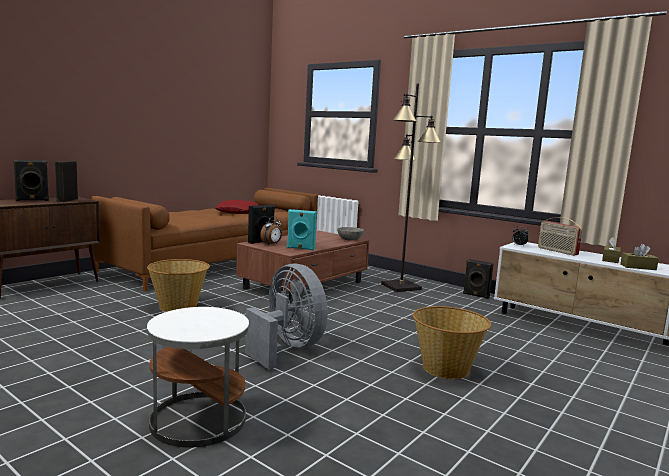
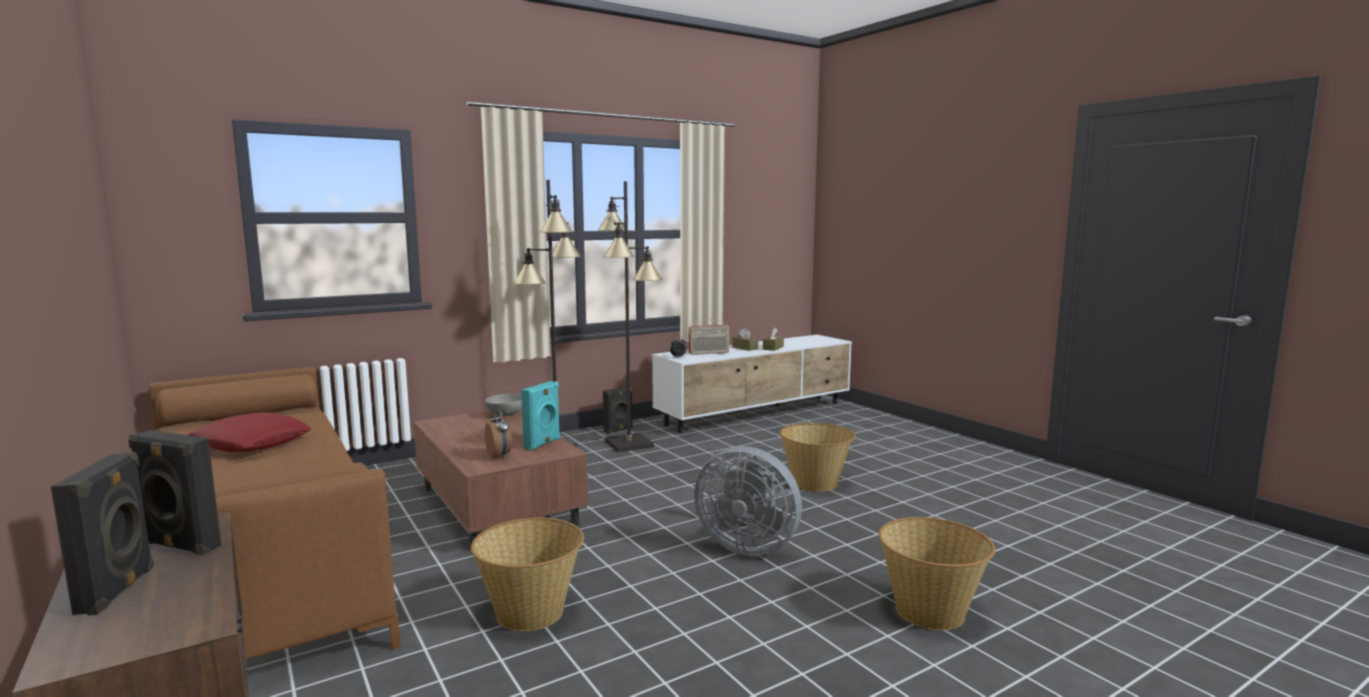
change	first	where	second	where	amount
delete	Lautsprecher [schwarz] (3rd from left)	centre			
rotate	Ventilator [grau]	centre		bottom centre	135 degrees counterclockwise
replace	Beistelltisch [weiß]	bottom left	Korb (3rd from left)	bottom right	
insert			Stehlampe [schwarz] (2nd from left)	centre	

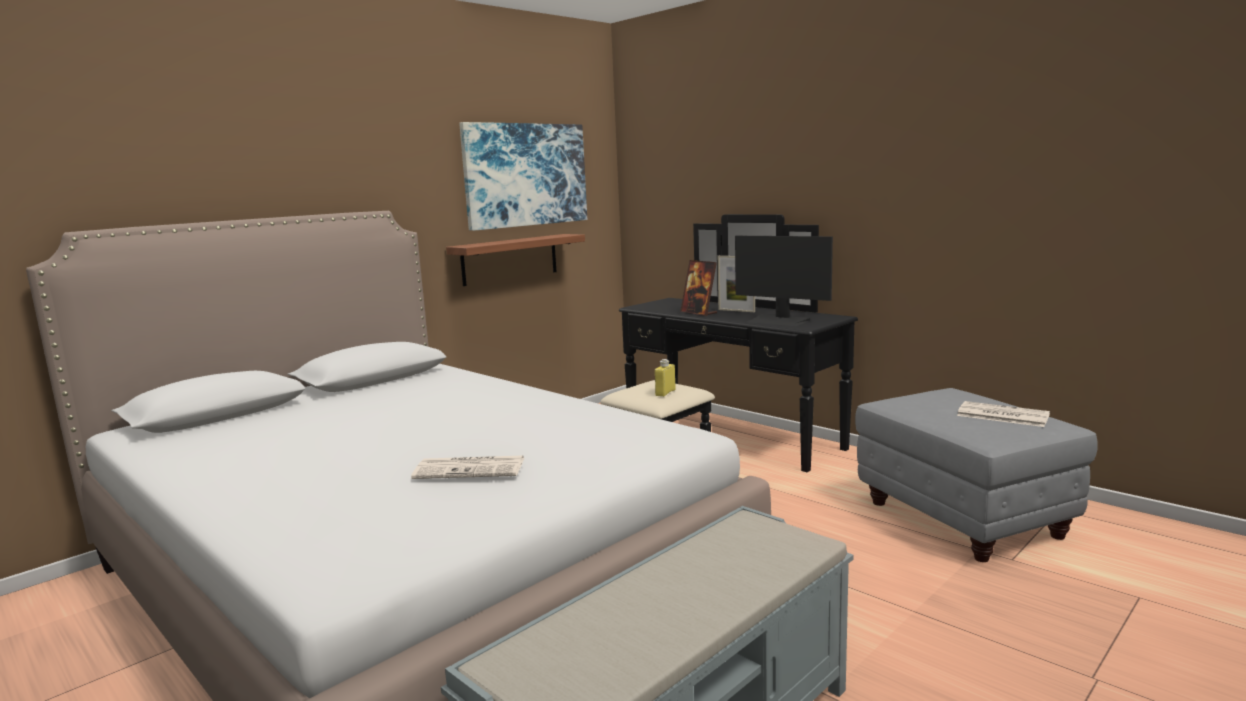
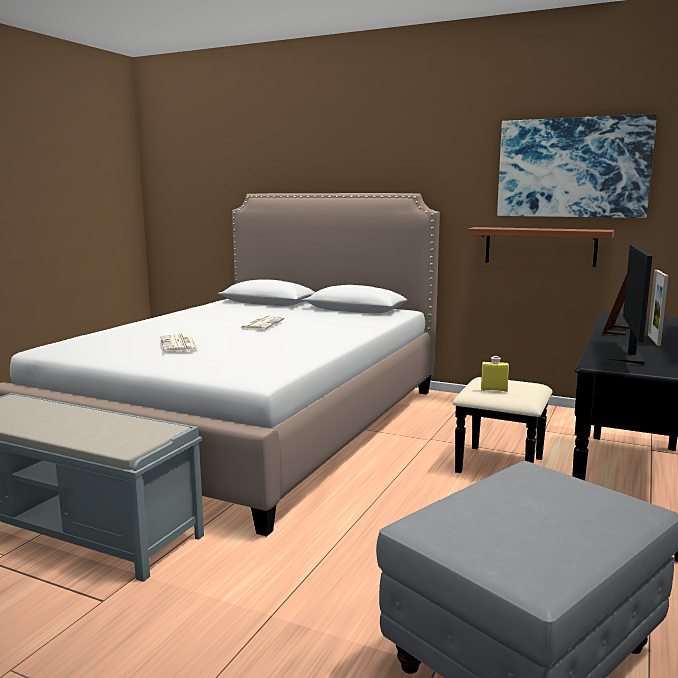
change	first	where	second	where	amount
move	Zeitung (2nd from left)	middle right		centre	

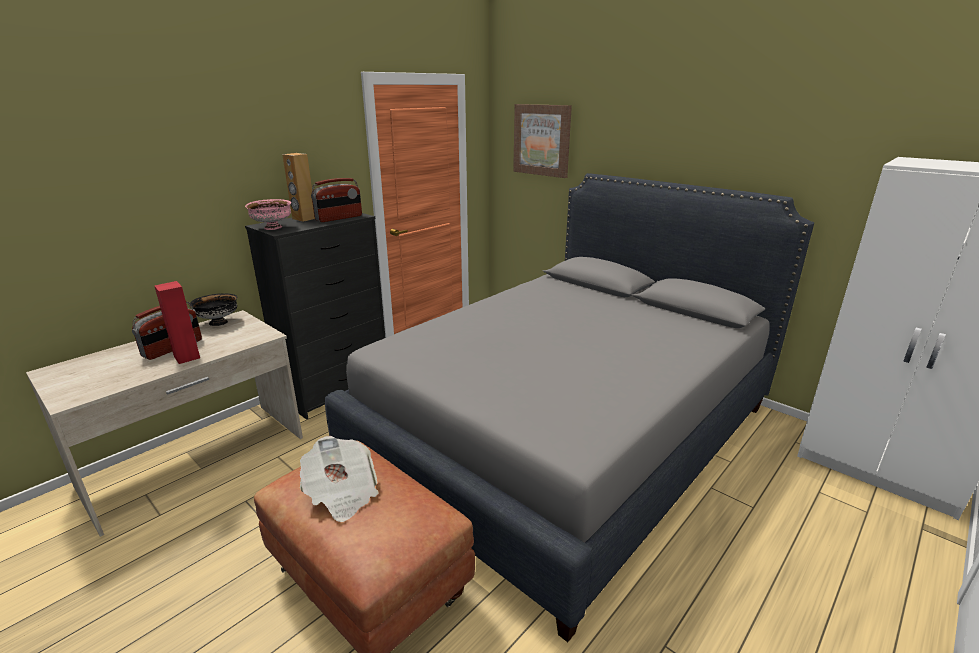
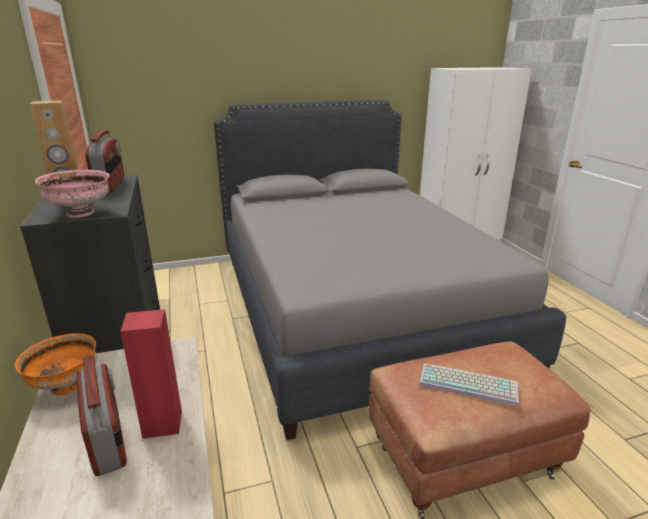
change	first	where	second	where	amount
delete	Bild	top centre			
recolor	Schüssel [schwarz]	middle left	Schüssel [orange]	bottom left	
replace	Zeitung	bottom centre	Tastatur	bottom right	

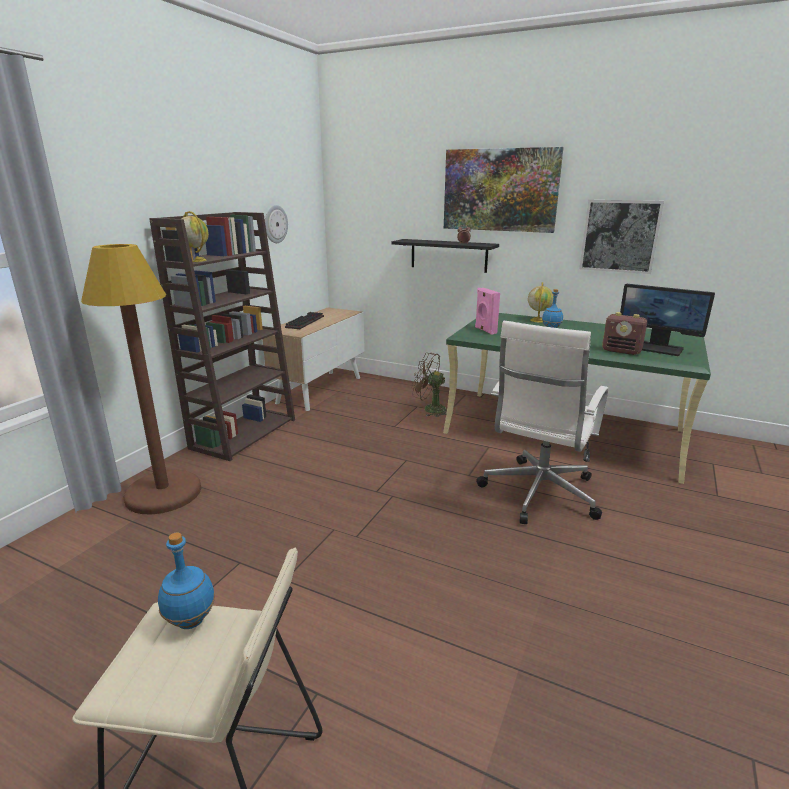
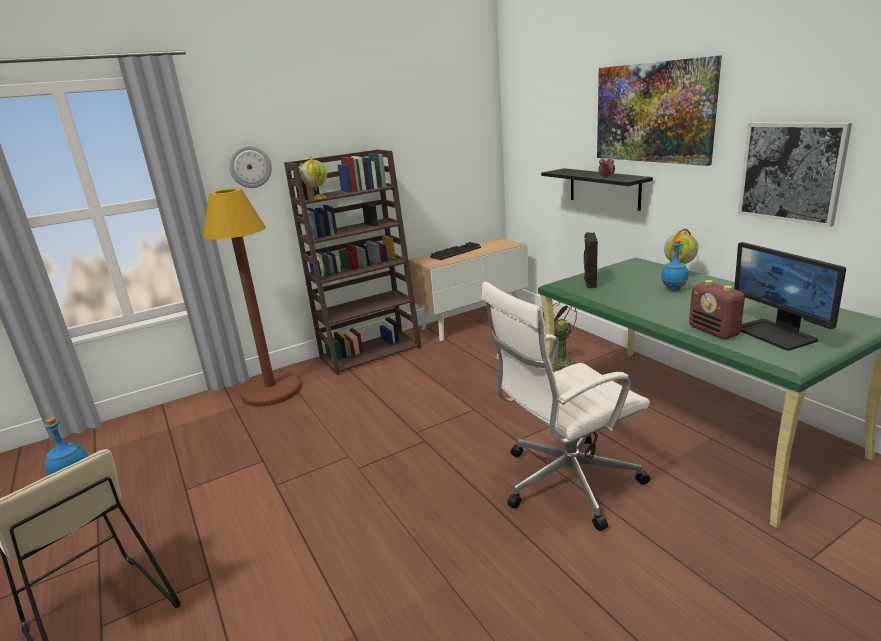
change	first	where	second	where	amount
move	Wanduhr	top centre		top left	
recolor	Lautsprecher [rosa]	centre	Lautsprecher [schwarz]	middle right	

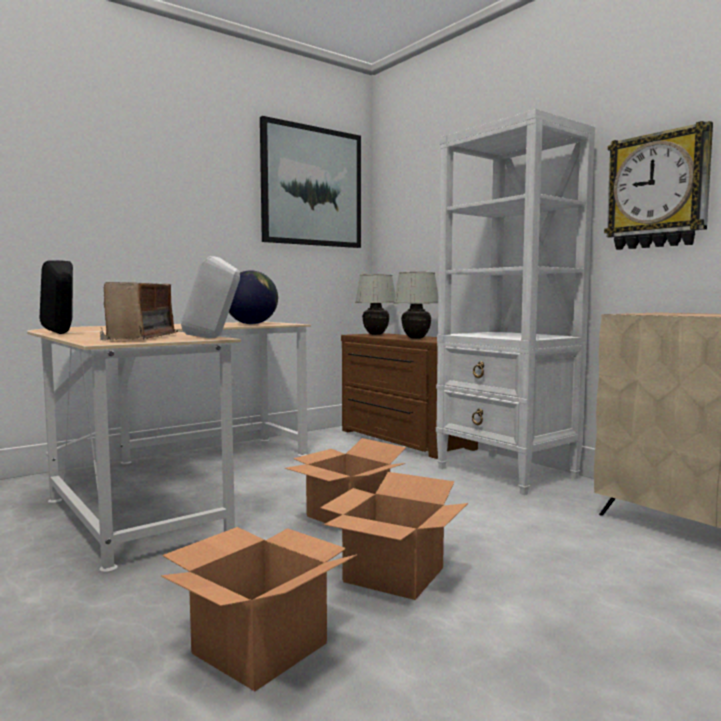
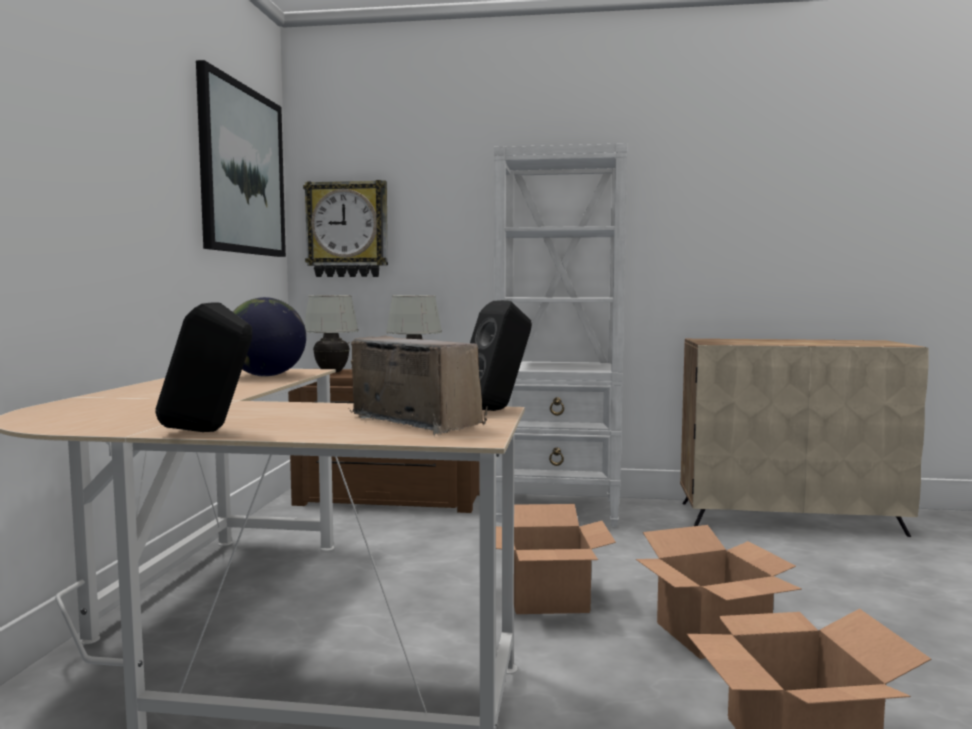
change	first	where	second	where	amount
move	Wanduhr	top right		top centre	
recolor	Lautsprecher [weiß]	middle left	Lautsprecher [schwarz] (2nd from left)	centre	

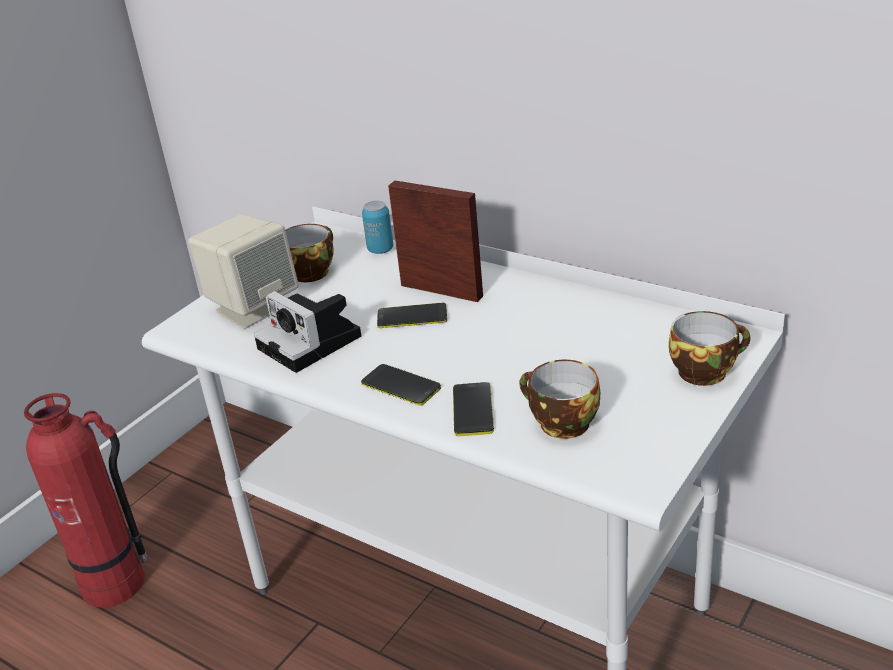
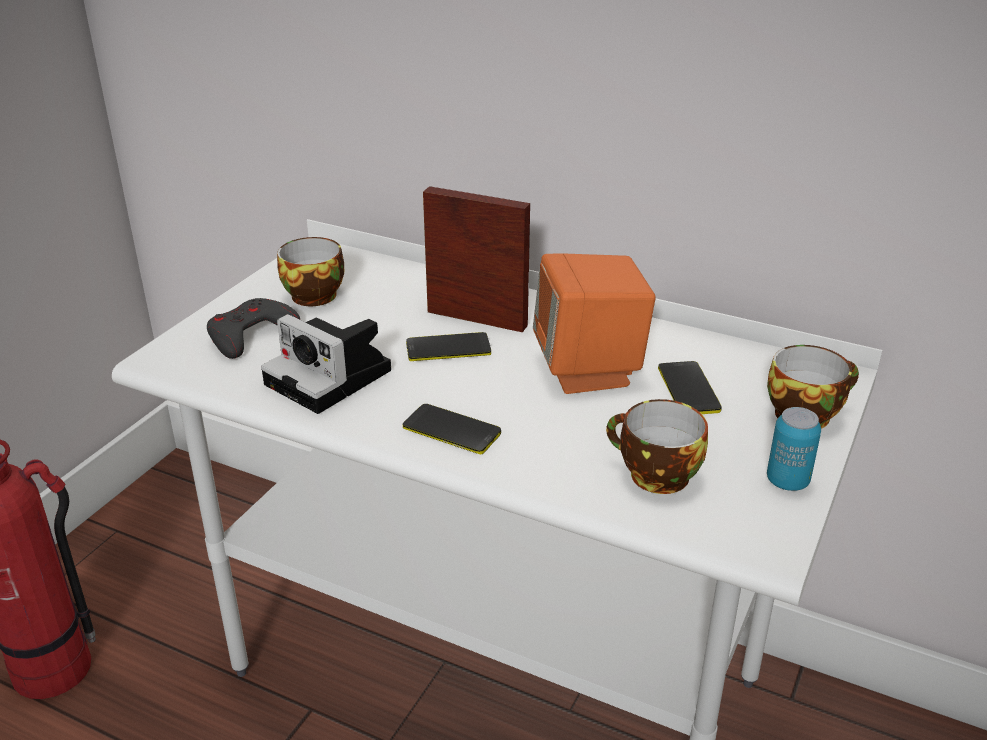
change	first	where	second	where	amount
move	Dose	centre		middle right	
replace	Lautsprecher [beige]	middle left	Gamepad [grau]	middle left	
move	Handy (3rd from left)	centre		middle right	
insert			Lautsprecher [orange]	centre	

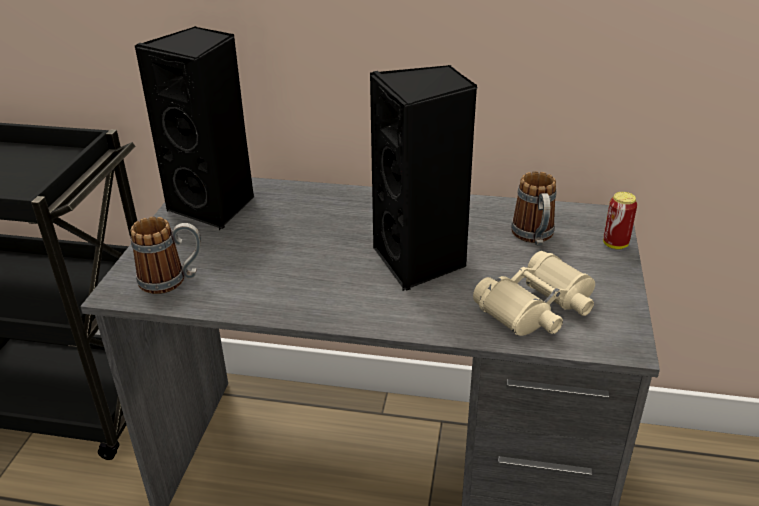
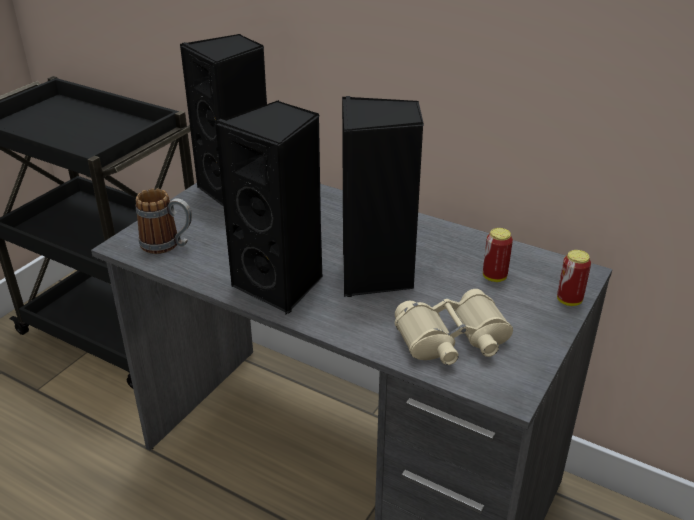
change	first	where	second	where	amount
replace	Henkelbecher (2nd from left)	middle right	Dose (1st from left)	middle right	
insert			Lautsprecher [schwarz] (2nd from left)	centre	

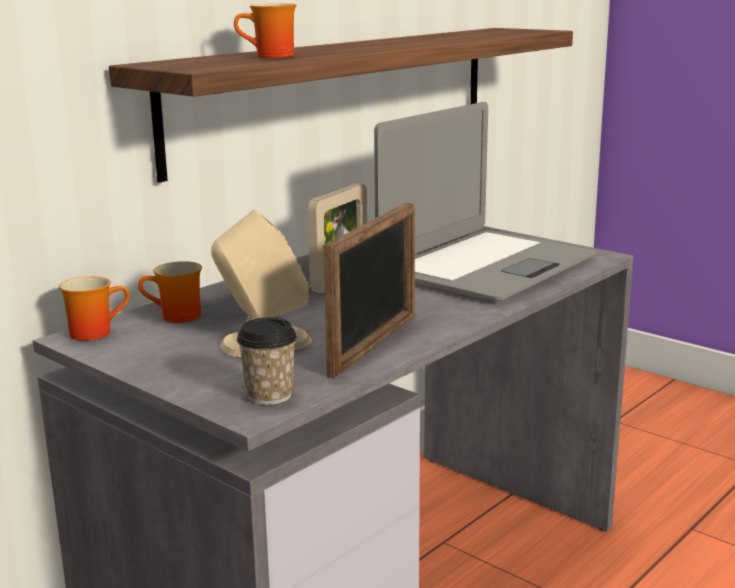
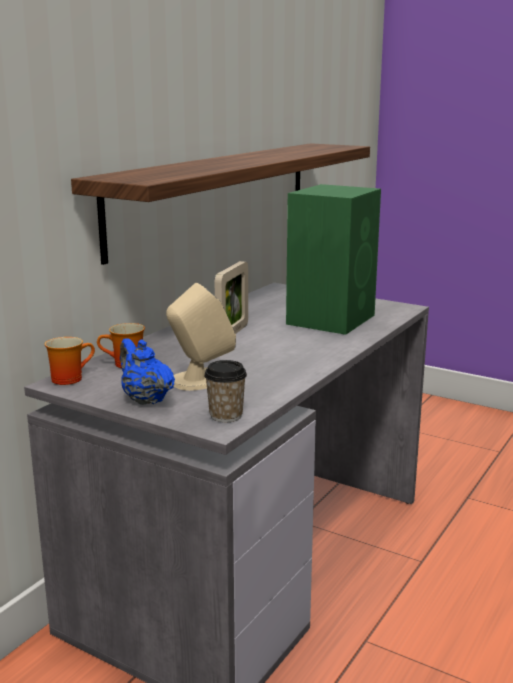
change	first	where	second	where	amount
delete	Henkelbecher (3rd from left)	top centre			
replace	Laptop	centre	Lautsprecher [grün]	centre	
delete	Bilderrahmen (2nd from left)	centre			
insert			Teekanne [blau]	middle left	

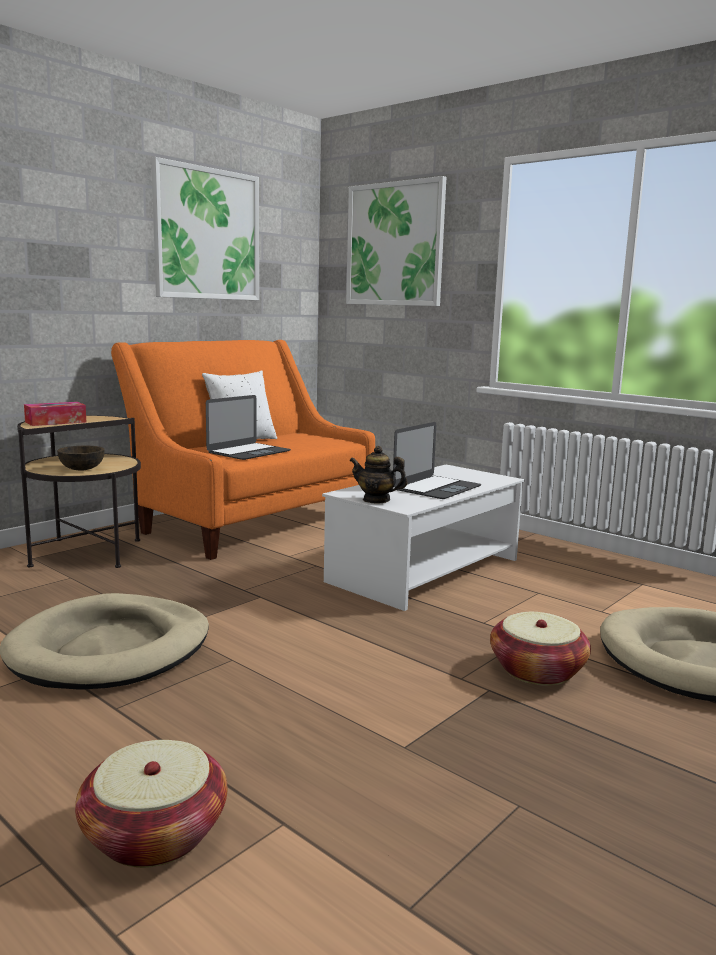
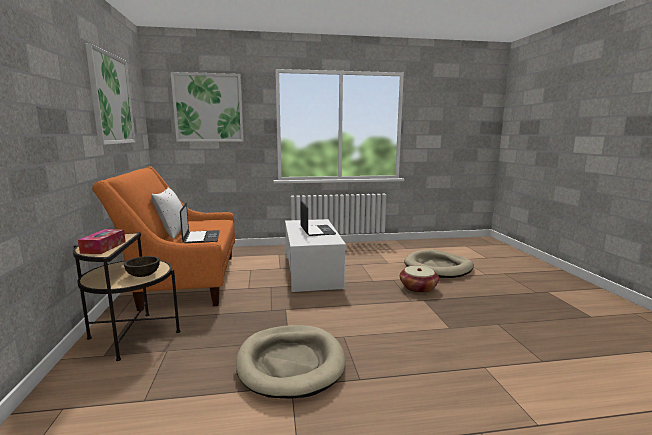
change	first	where	second	where	amount
delete	Teekanne	centre			
delete	Korb (1st from left)	bottom left			

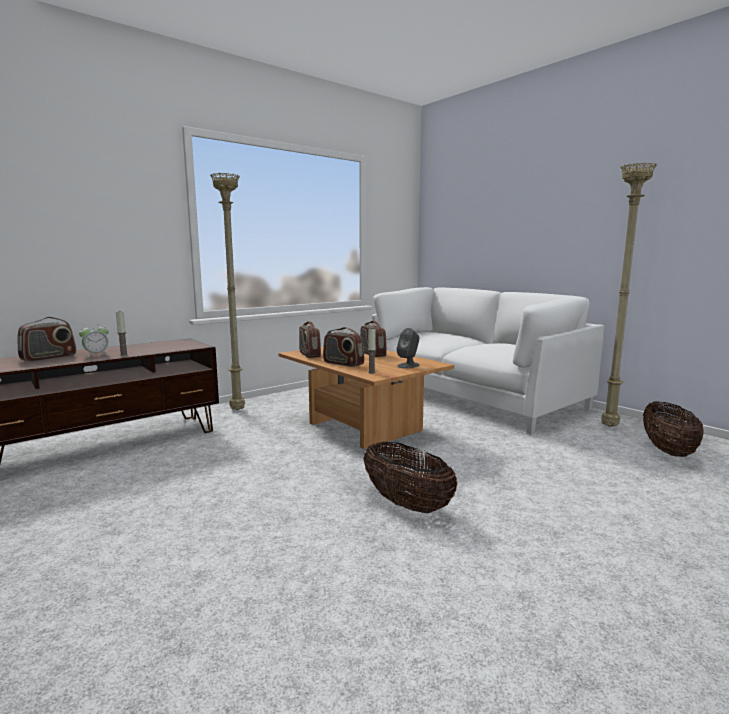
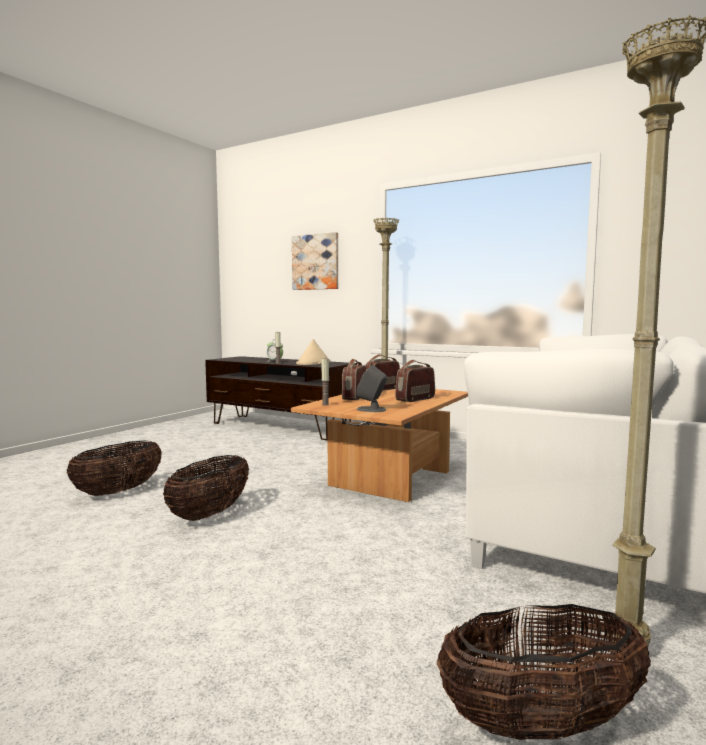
change	first	where	second	where	amount
delete	Radio (1st from left)	middle left			
insert			Bild	centre	
insert			Hut [beige]	centre	
insert			Korb (1st from left)	middle left	

